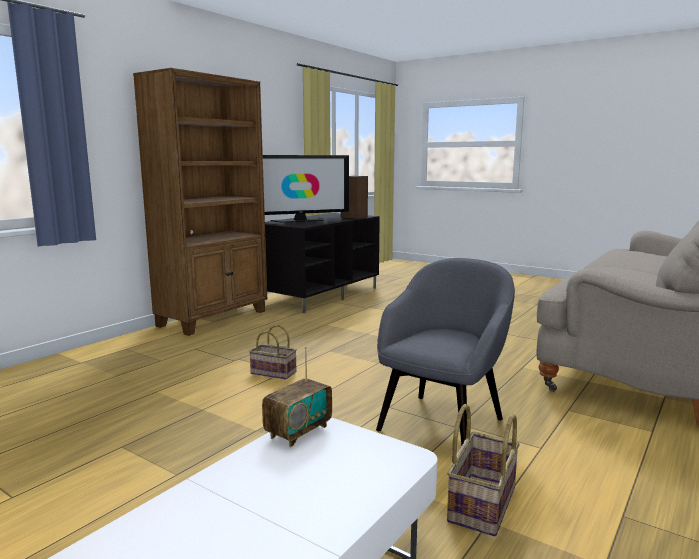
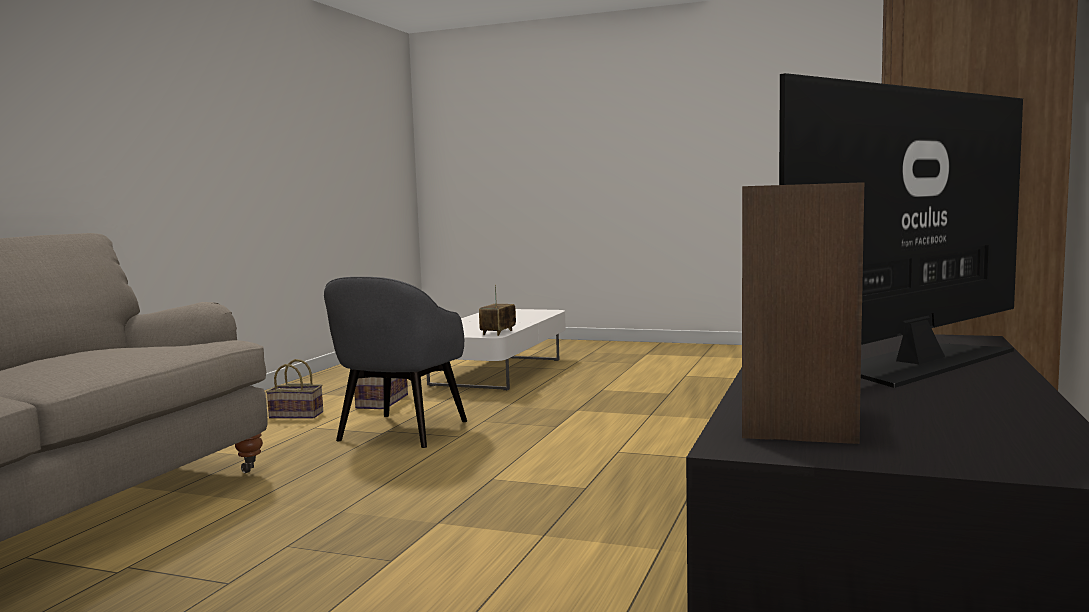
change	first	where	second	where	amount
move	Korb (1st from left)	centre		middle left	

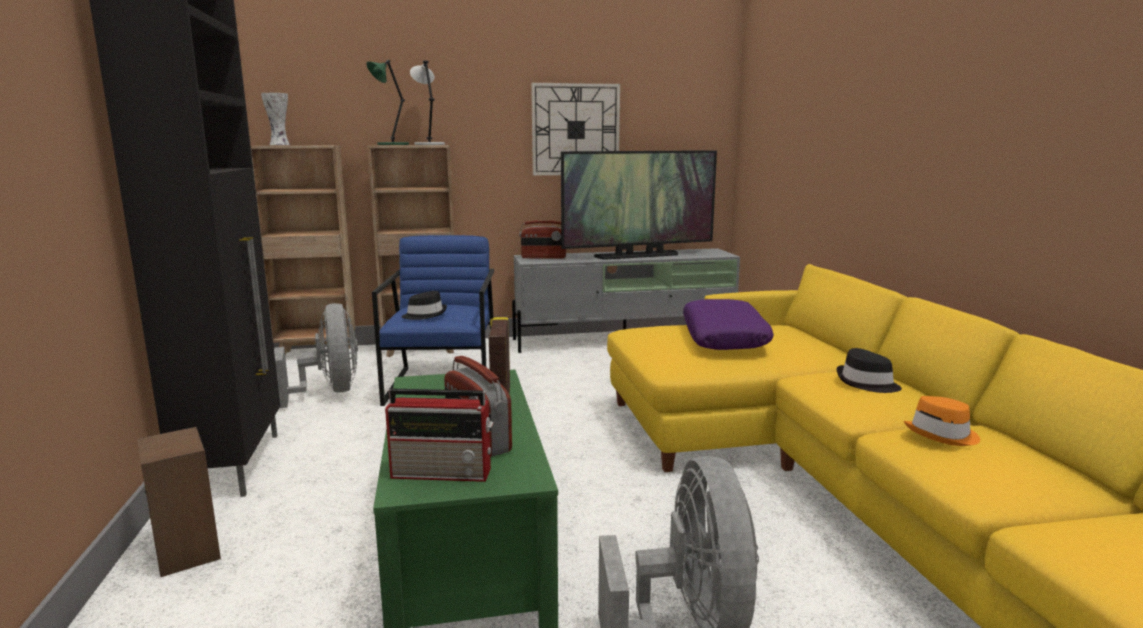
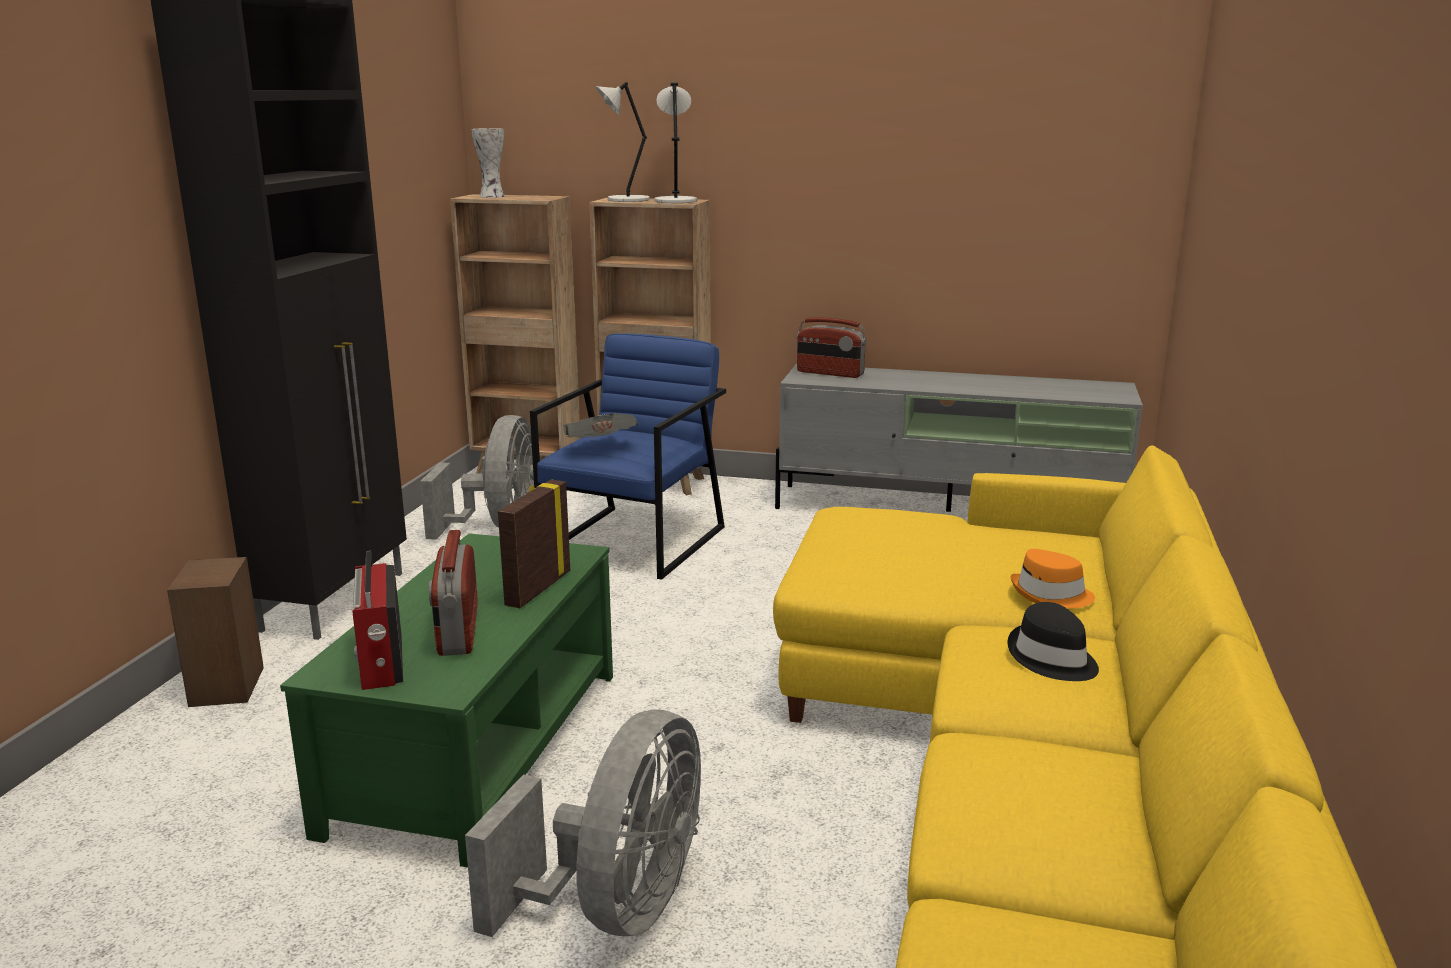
change	first	where	second	where	amount
recolor	Tischlampe [grün]	top centre	Tischlampe [grau] (1st from left)	top centre	
delete	Wanduhr	top centre			
delete	Fernseher	top centre			
replace	Hut [schwarz] (1st from left)	centre	Zeitung	centre	
delete	Kissen [lila]	centre			
rotate	Radio (1st from left)	bottom centre		middle left	45 degrees clockwise
move	Hut [orange]	bottom right		middle right	

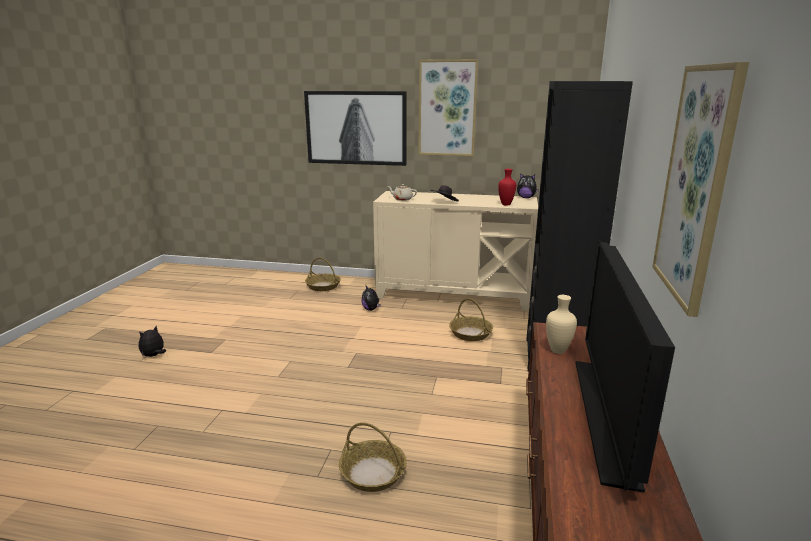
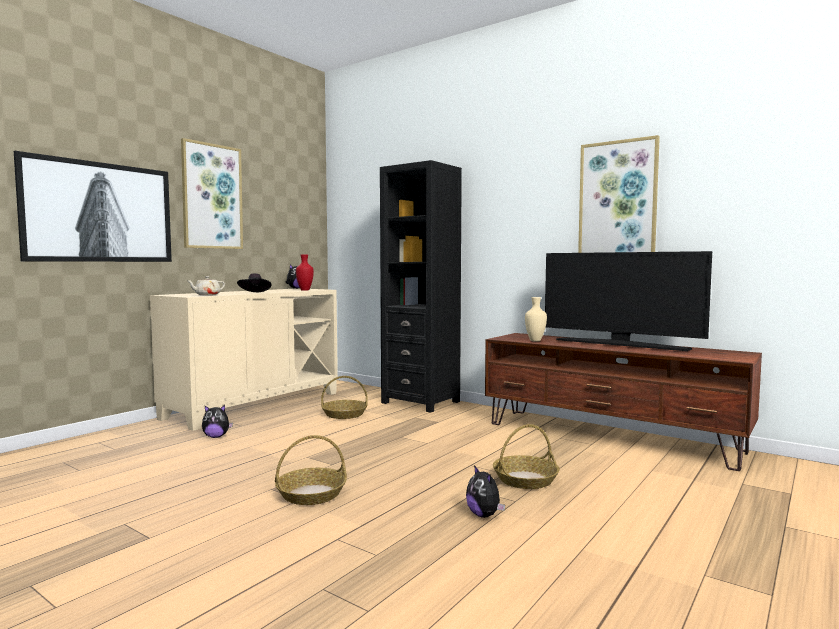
change	first	where	second	where	amount
move	Korb (1st from left)	centre		bottom centre	
move	Plüschtier (1st from left in the first image)	middle left	Plüschtier (3rd from left)	bottom centre	

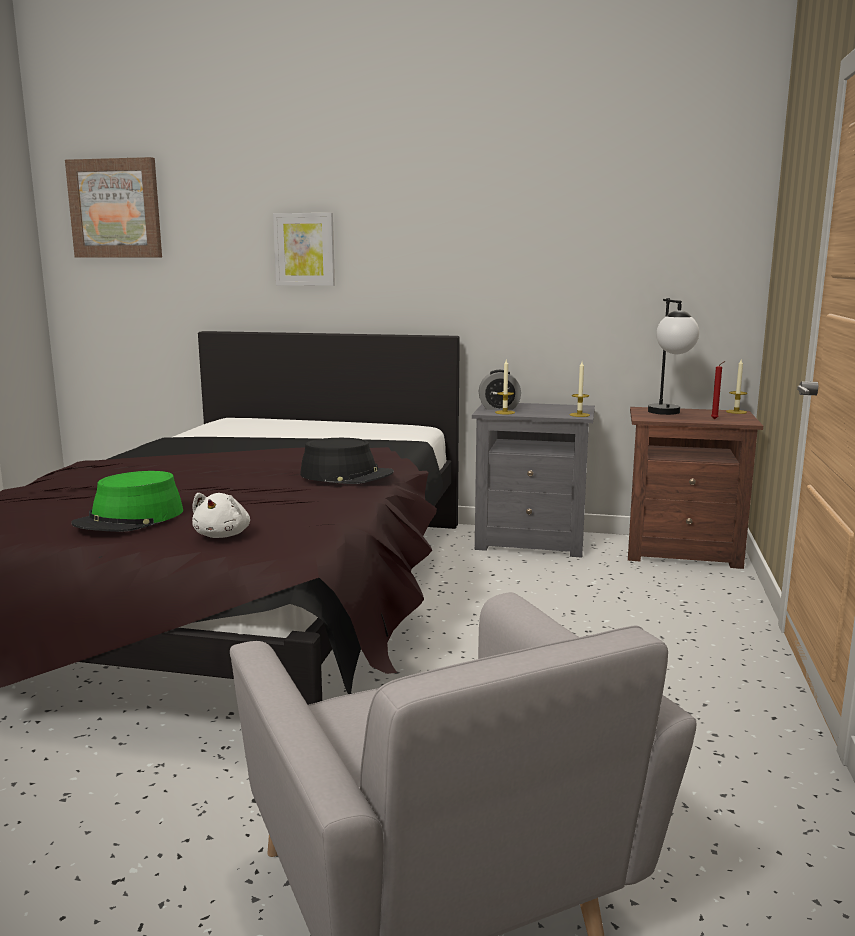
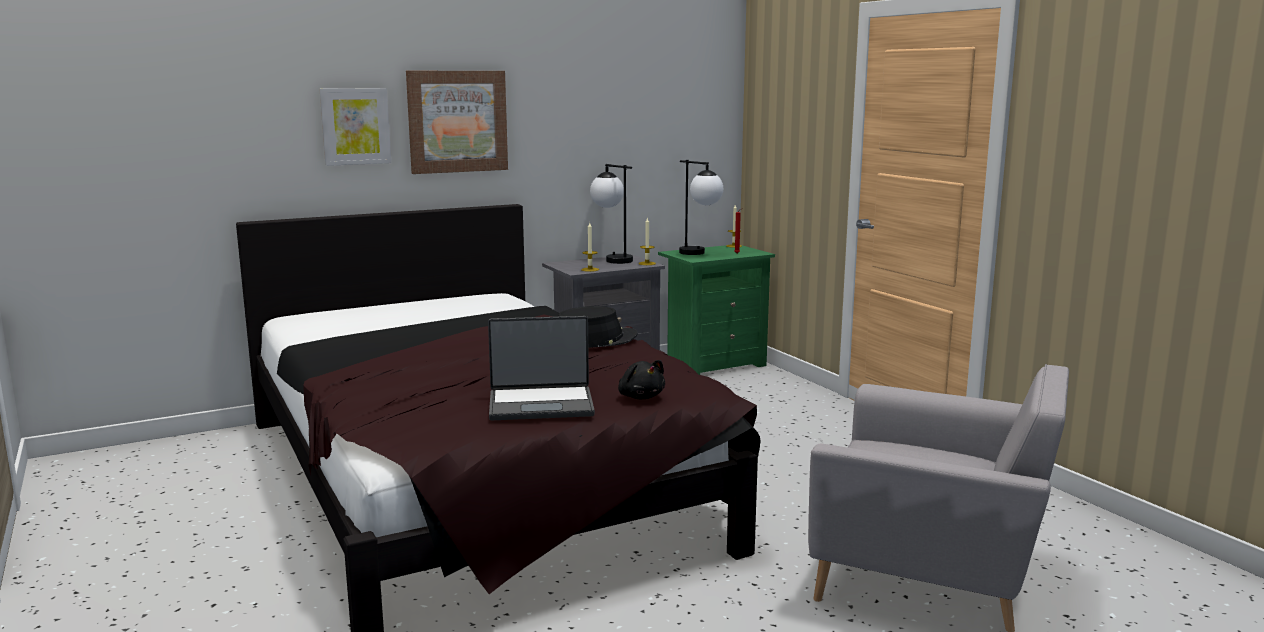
change	first	where	second	where	amount
move	Bild (1st from left in the first image)	top left	Bild (2nd from left)	top centre	
delete	Wecker	centre			
recolor	Nachttisch [braun]	middle right	Nachttisch [grün]	centre	
replace	Hut [grün]	middle left	Laptop	centre	
recolor	Plüschtier [weiß]	middle left	Plüschtier [schwarz]	centre	
insert			Tischlampe (1st from left)	centre	

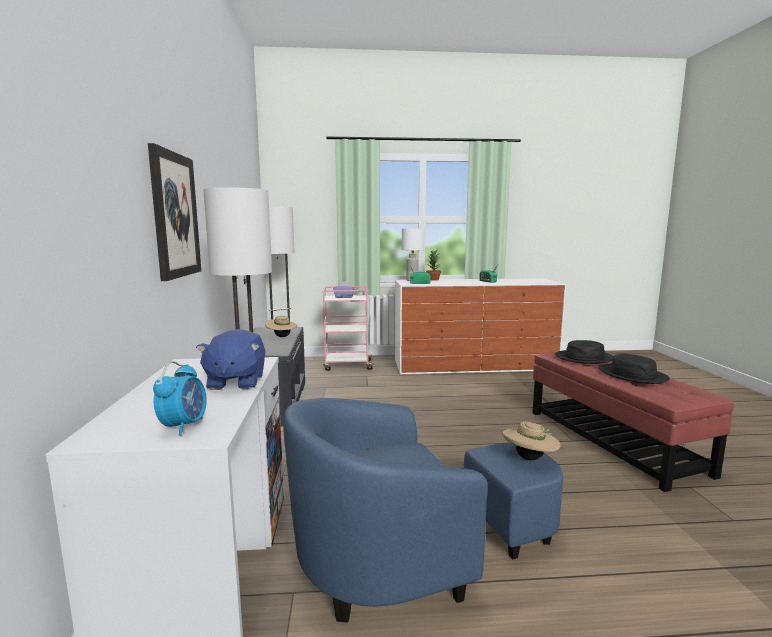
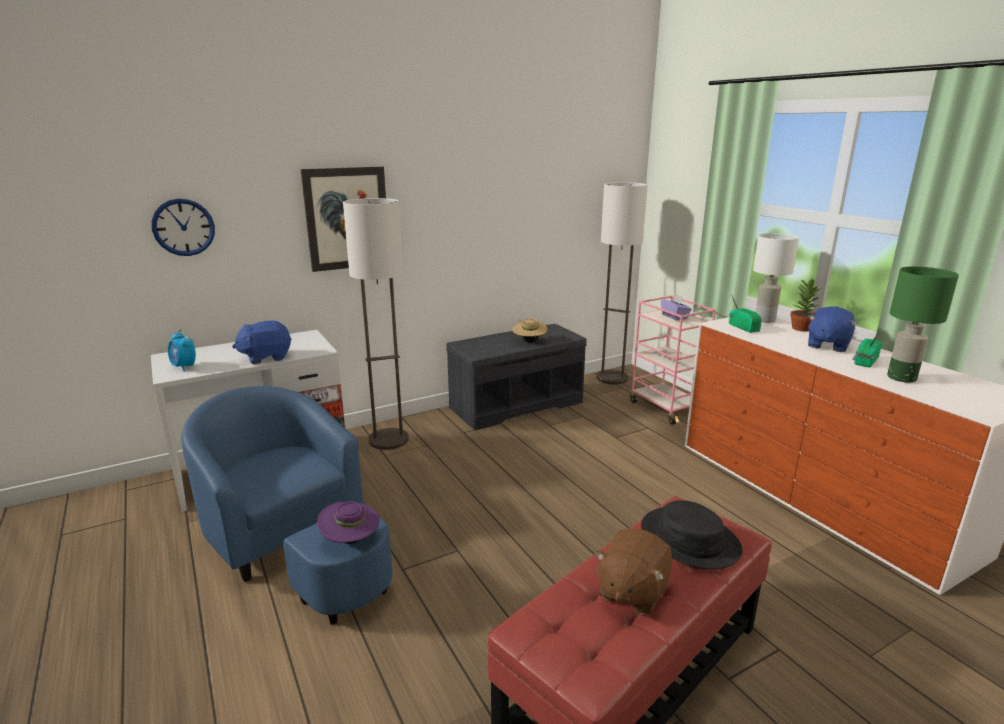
change	first	where	second	where	amount
replace	Hut [schwarz] (2nd from left)	middle right	Plüschtier [braun]	bottom centre	
rotate	Wecker	middle left		middle left	60 degrees clockwise
recolor	Hut [beige] (2nd from left)	bottom right	Hut [lila]	bottom centre	
insert			Wanduhr	top left	
insert			Tischlampe [grün]	middle right	
insert			Plüschtier [blau] (2nd from left)	middle right	

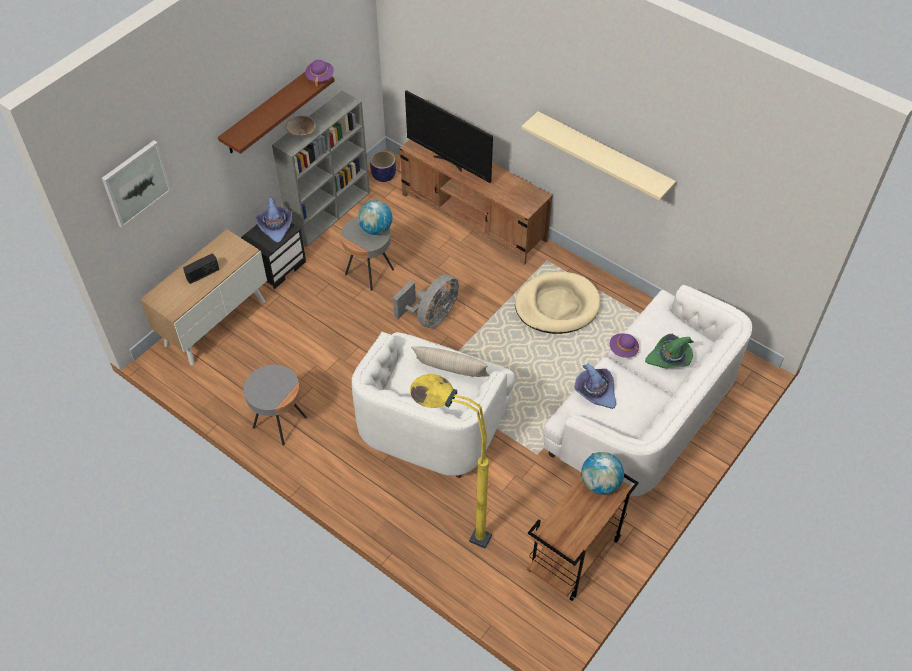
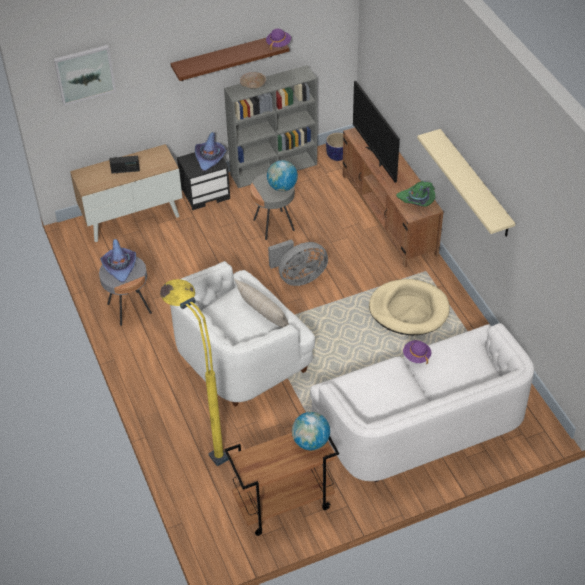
change	first	where	second	where	amount
move	Hut [grün]	middle right		top right	
move	Hut [lila] (3rd from left in the first image)	centre	Hut [lila] (1st from left)	middle left	

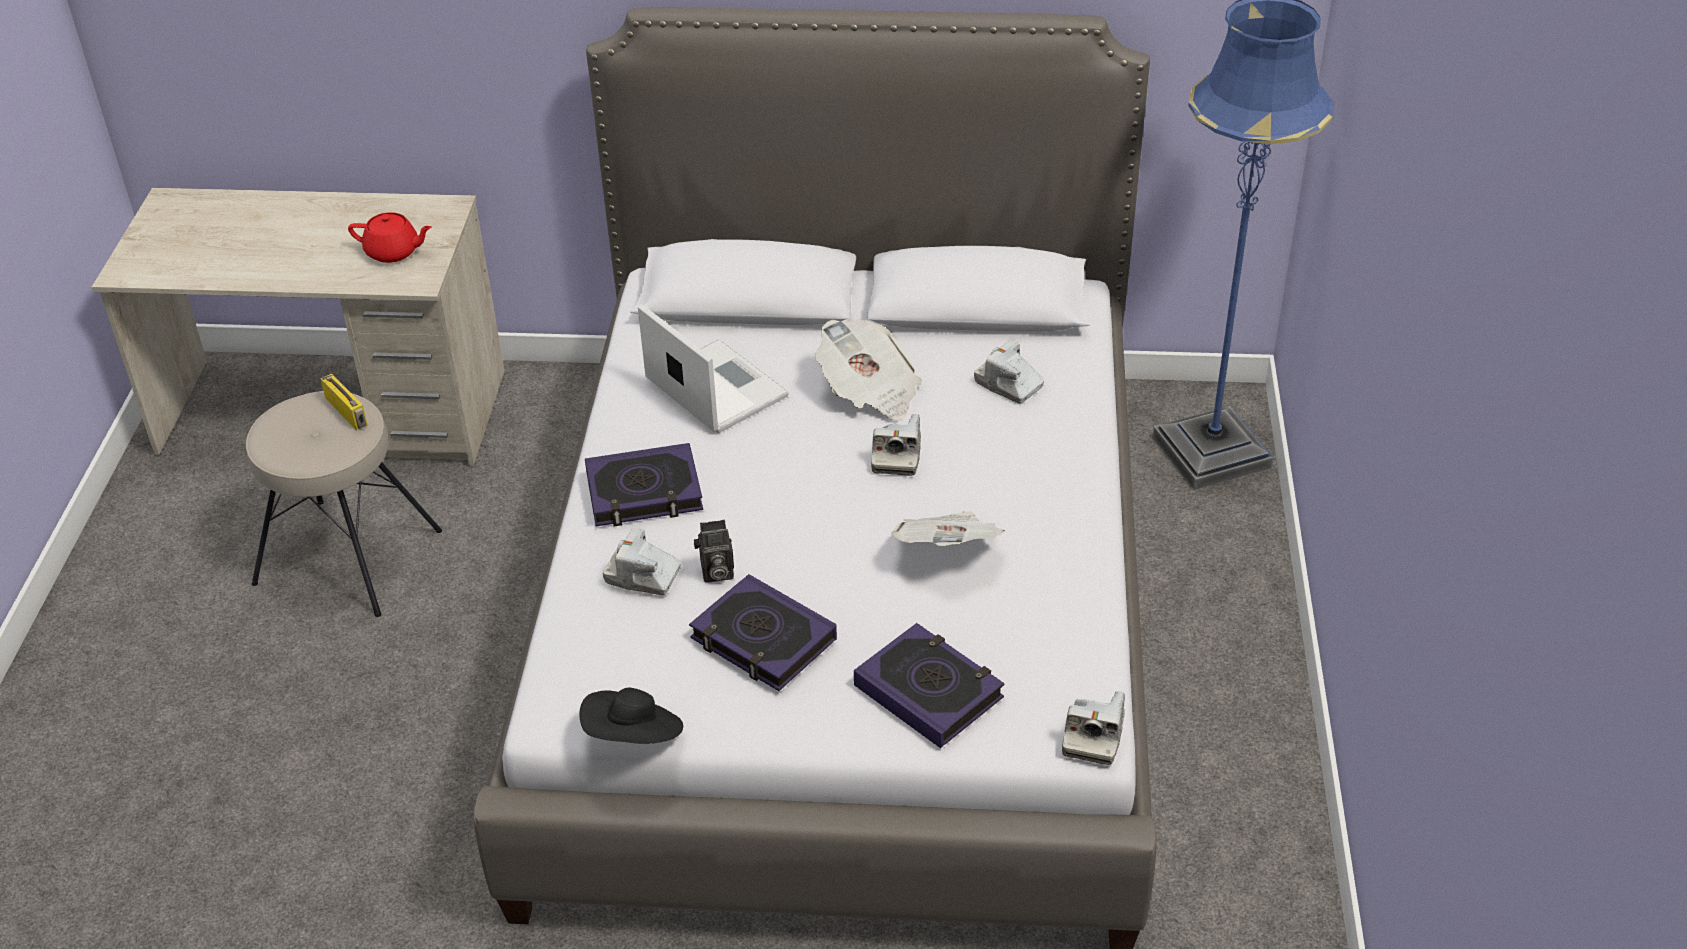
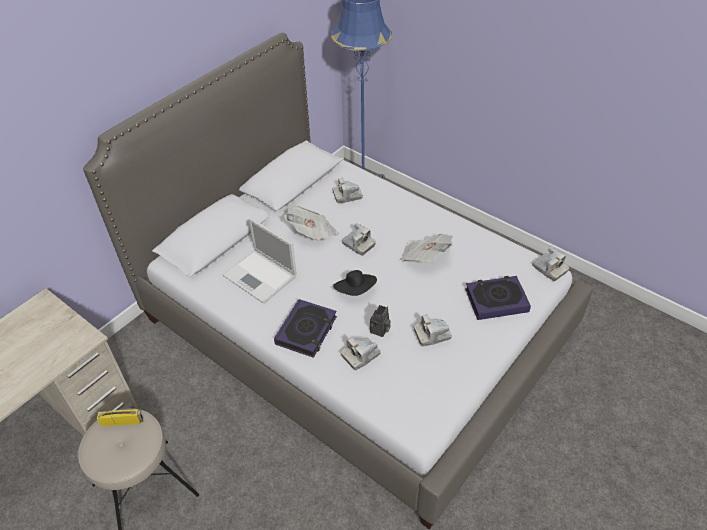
change	first	where	second	where	amount
delete	Teekanne [rot]	top left			
rotate	Laptop	centre		centre	135 degrees counterclockwise
replace	Buch (2nd from left)	centre	Kamera (5th from left)	centre	
move	Hut [schwarz]	bottom centre		centre	

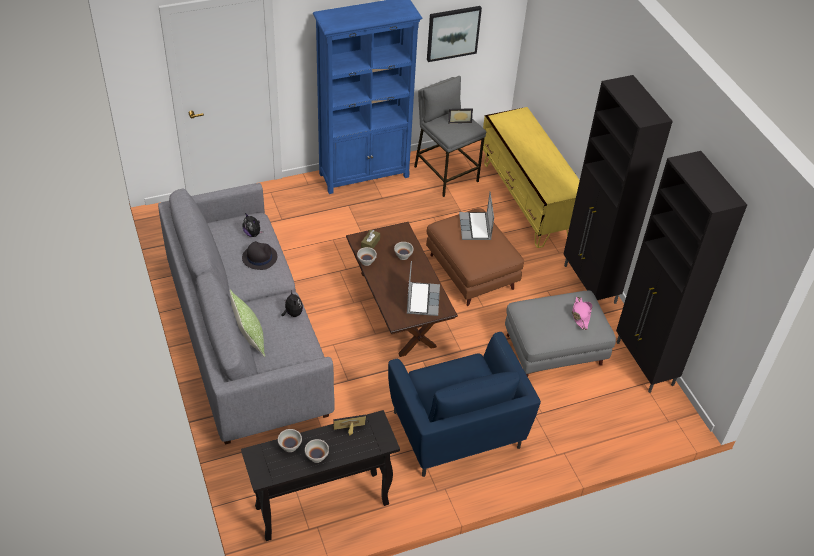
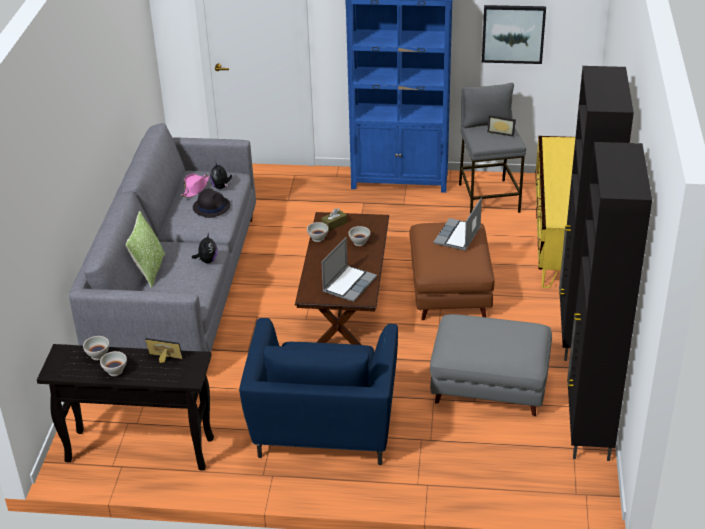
change	first	where	second	where	amount
move	Hut [rosa]	middle right		middle left	

